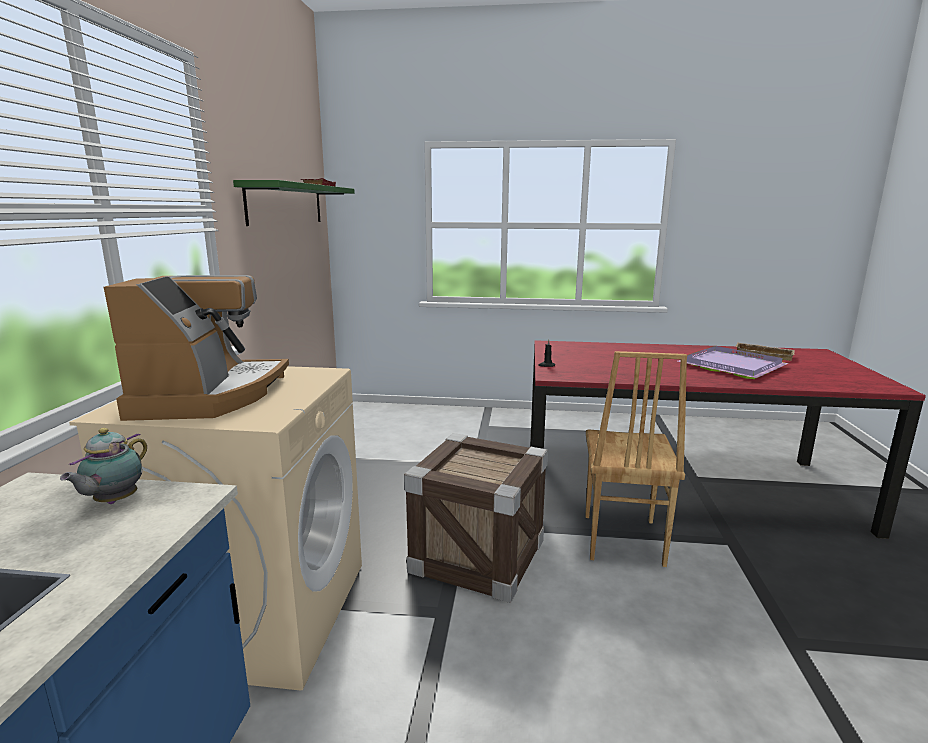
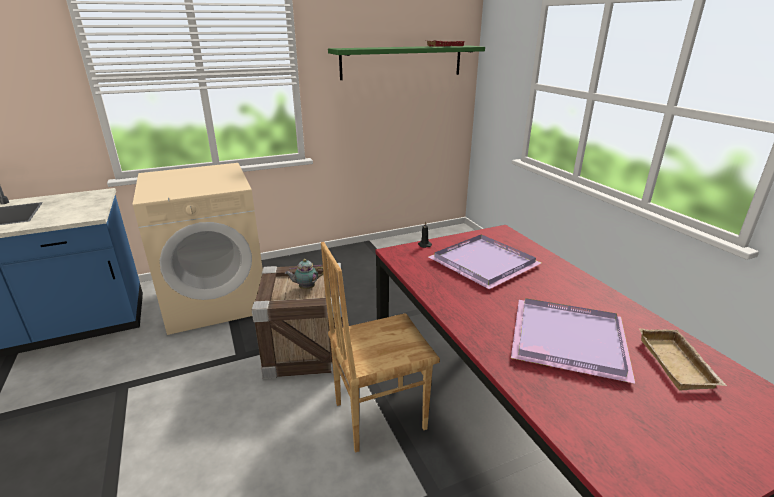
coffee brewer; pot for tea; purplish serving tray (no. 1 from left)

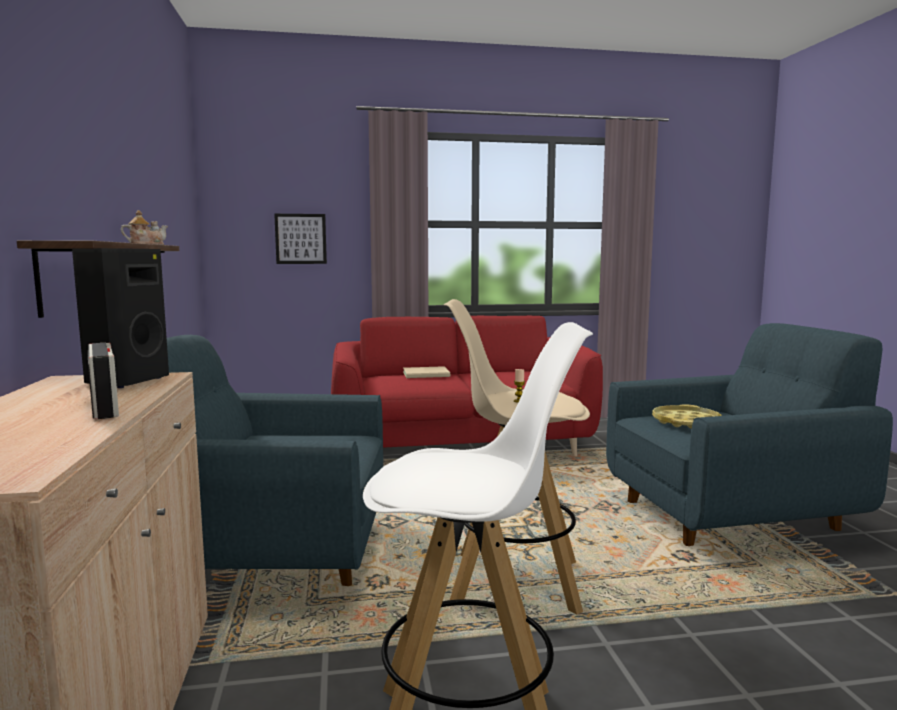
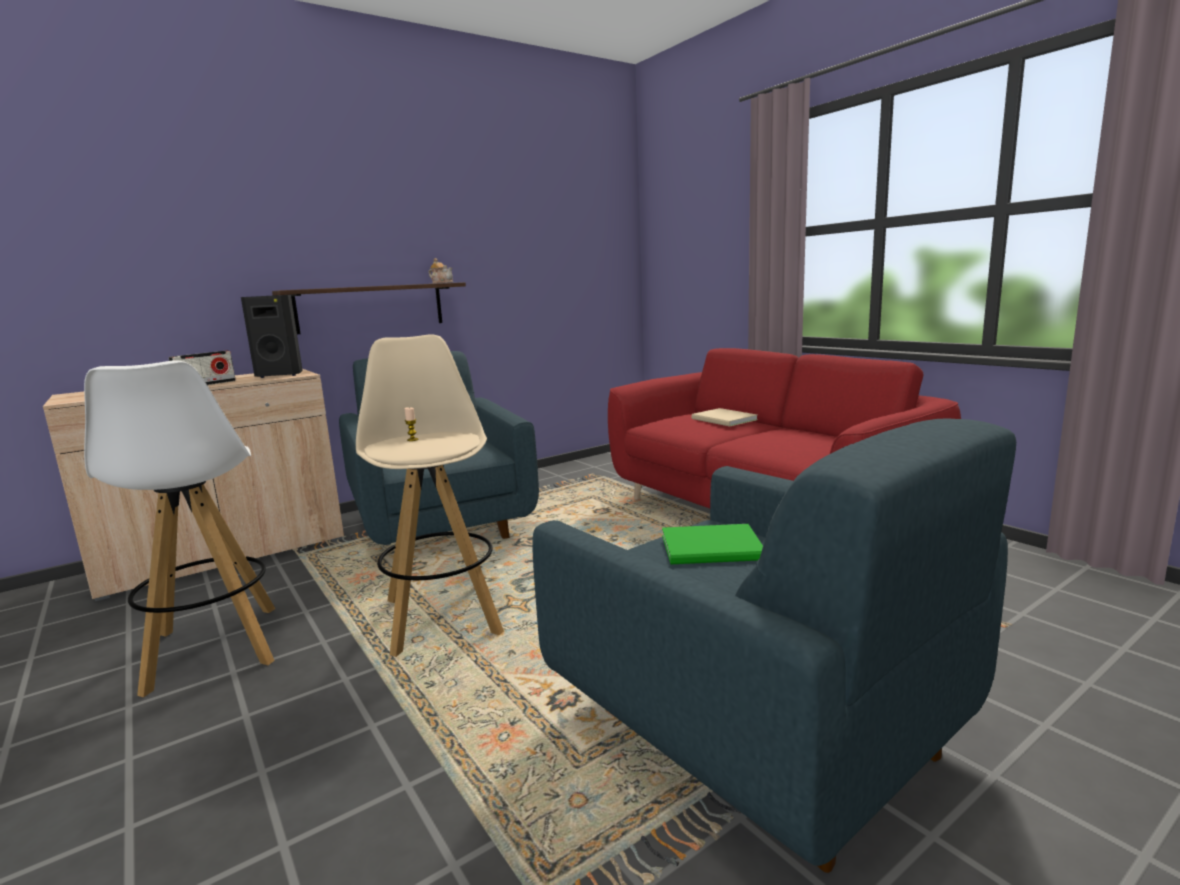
picture; greenish book

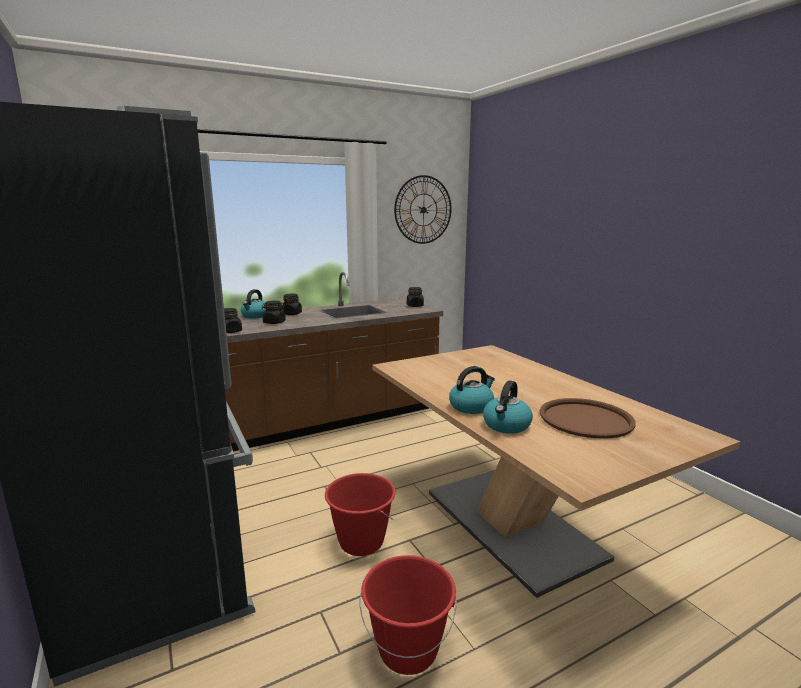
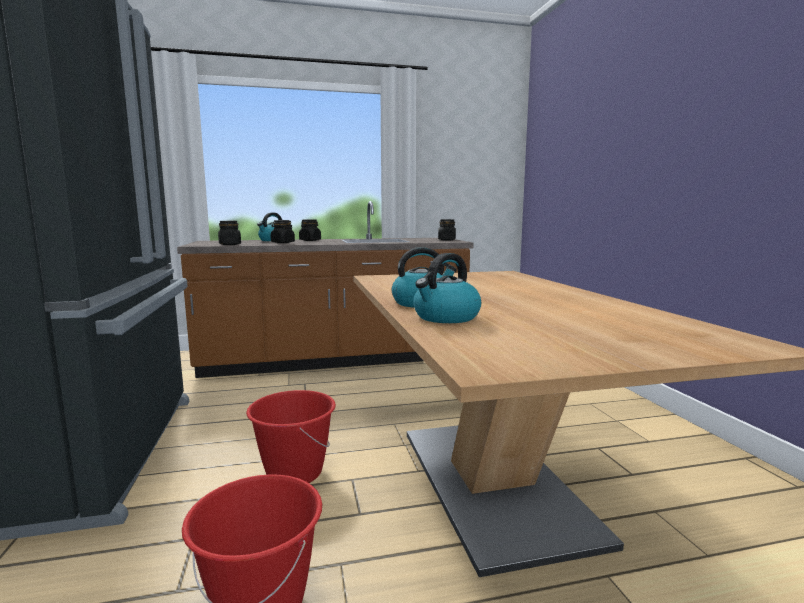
wall clock; brown-coloured serving tray

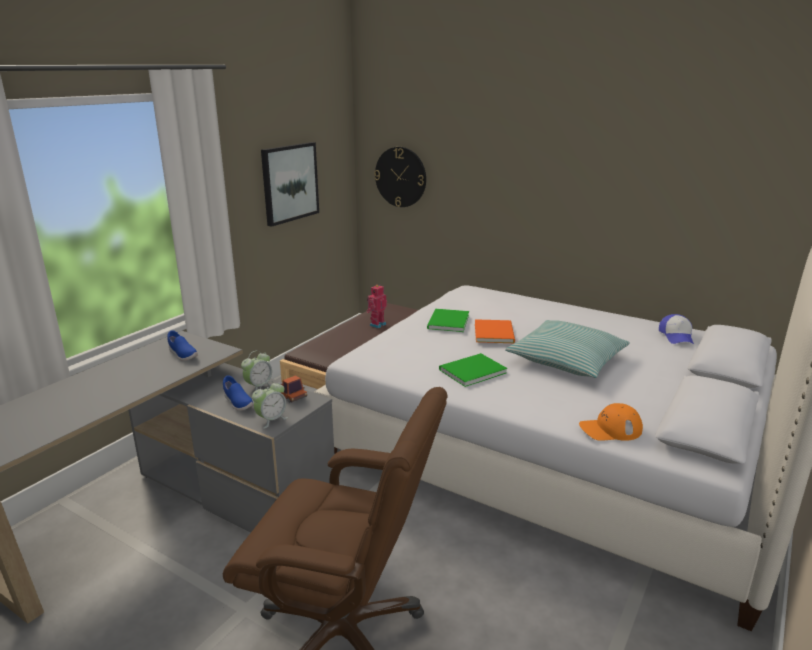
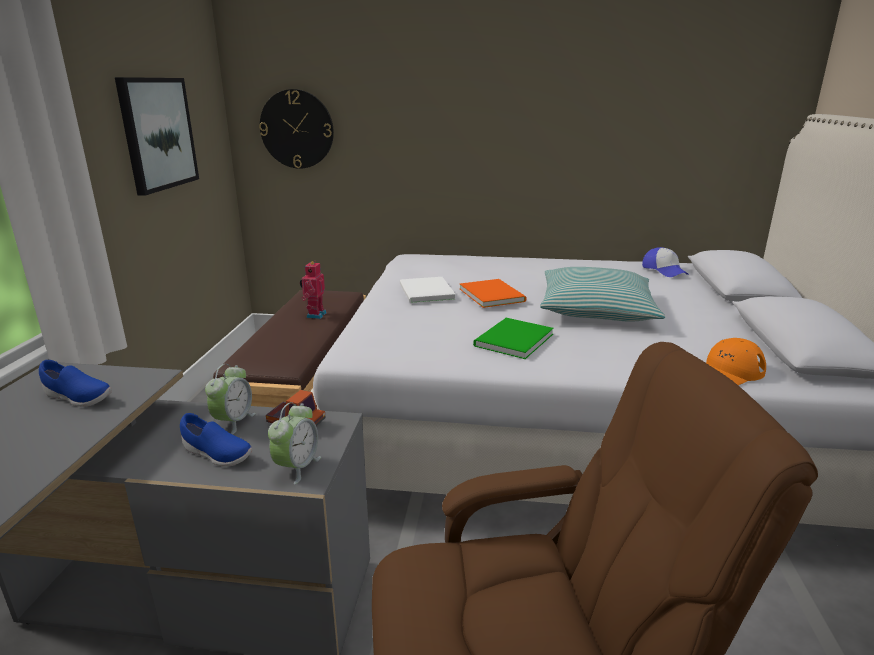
white-coloured book

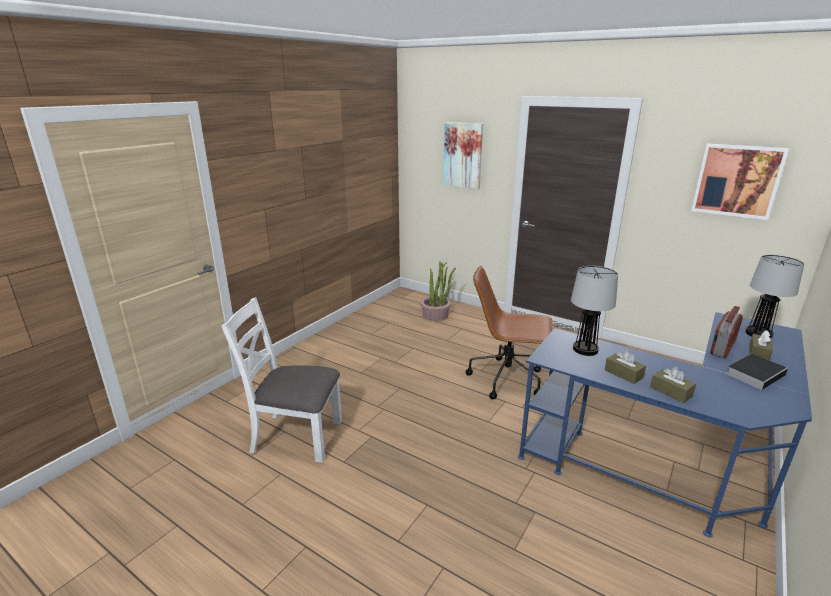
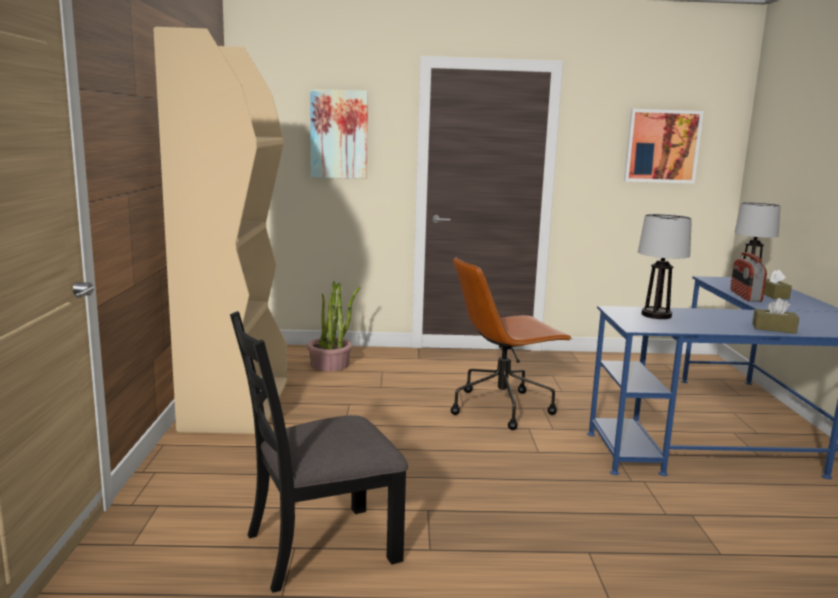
black plain chair; brown-coloured tissue box (no. 1 from left in the first image); book; sand-coloured bookcase

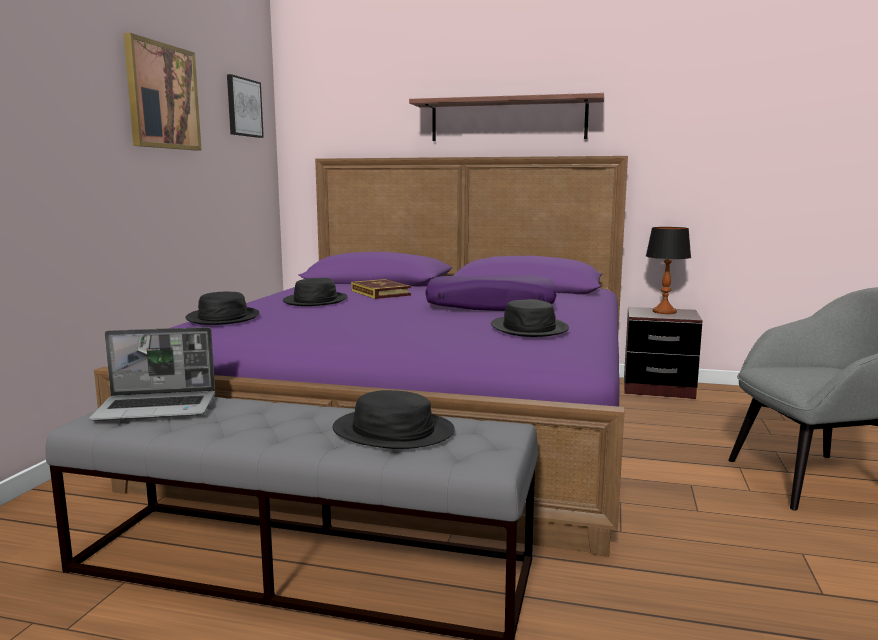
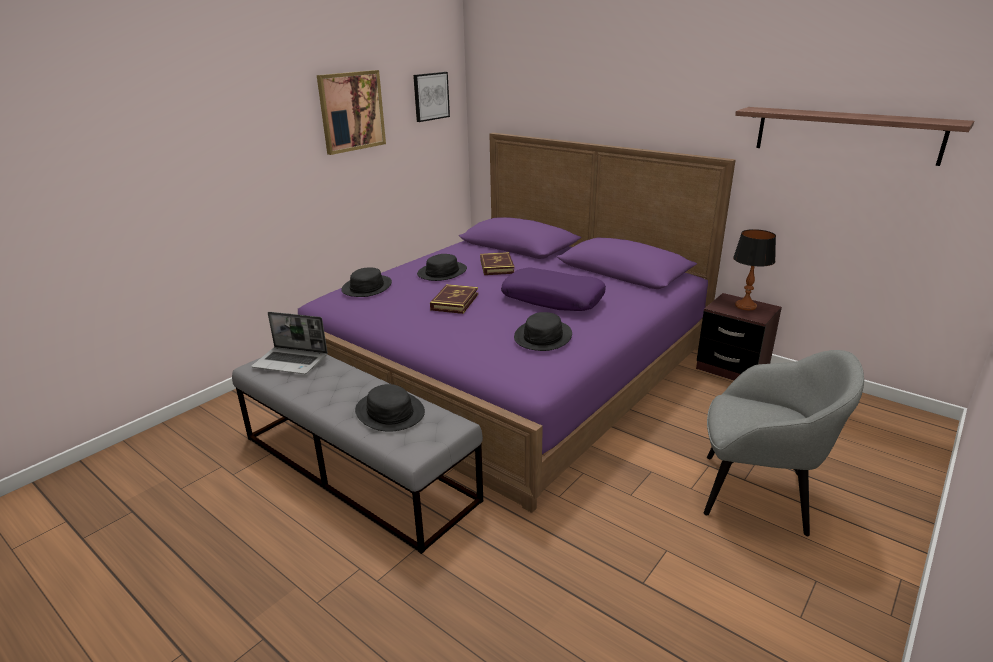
shelf; book (no. 1 from left)

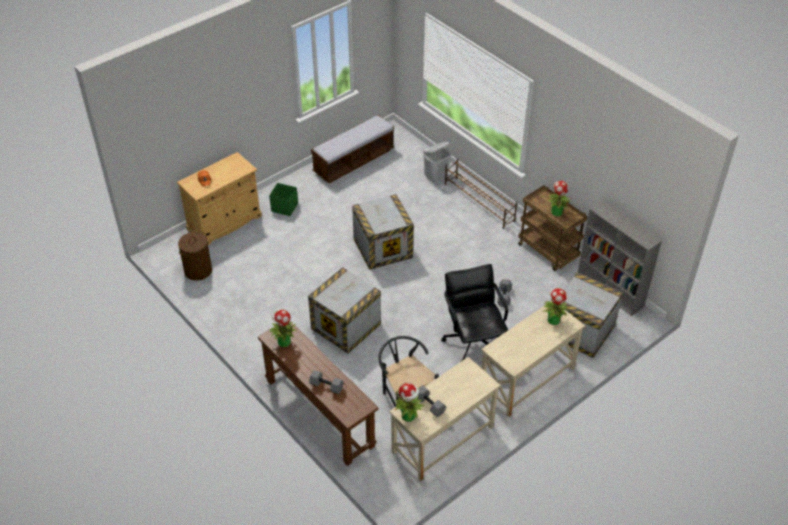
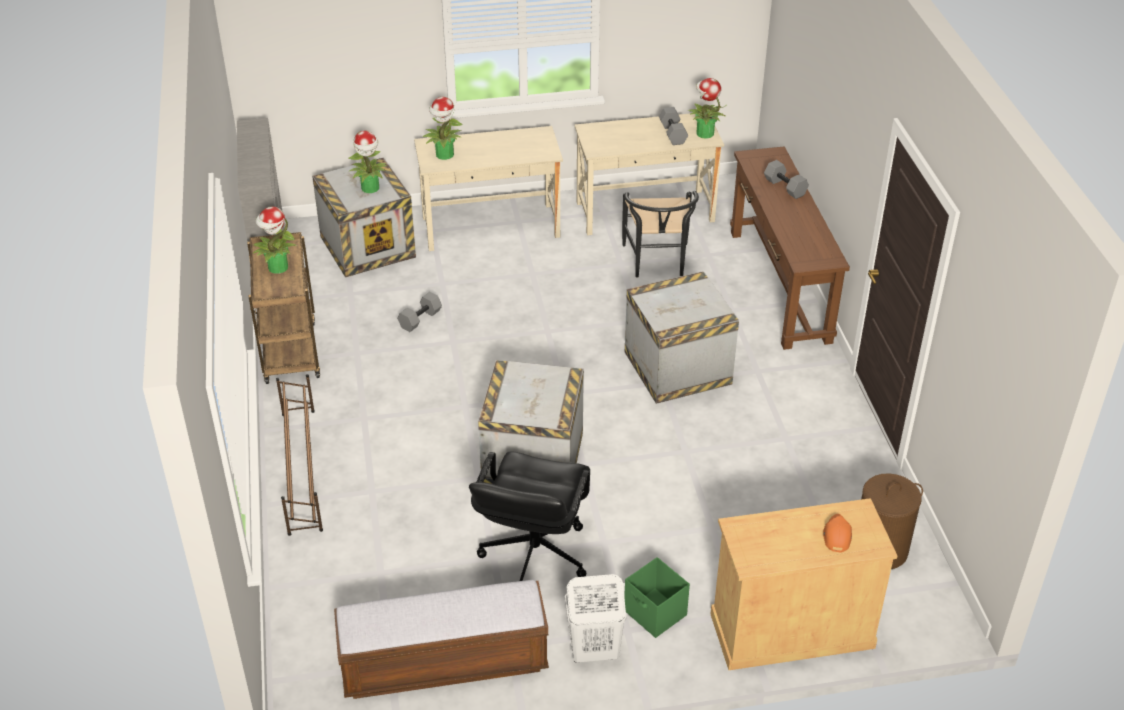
white-coloured hamper; black office chair; houseplant (no. 2 from left)

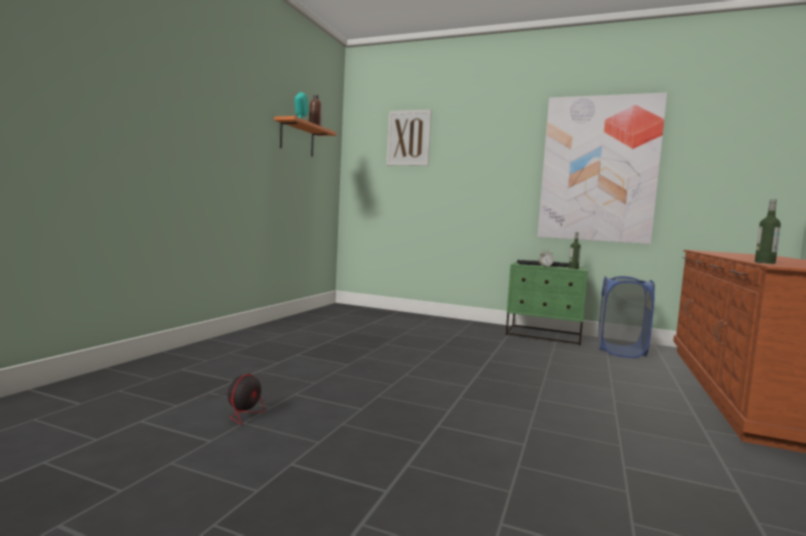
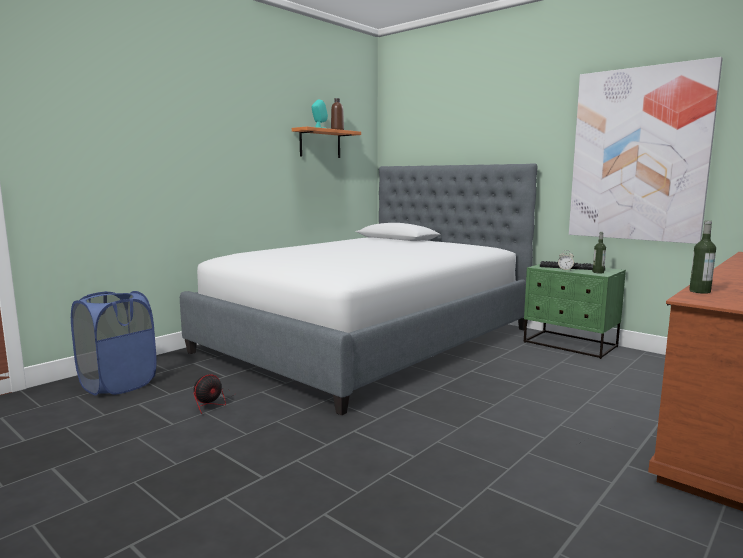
picture (no. 1 from left in the first image); blue hamper; bedroom bed

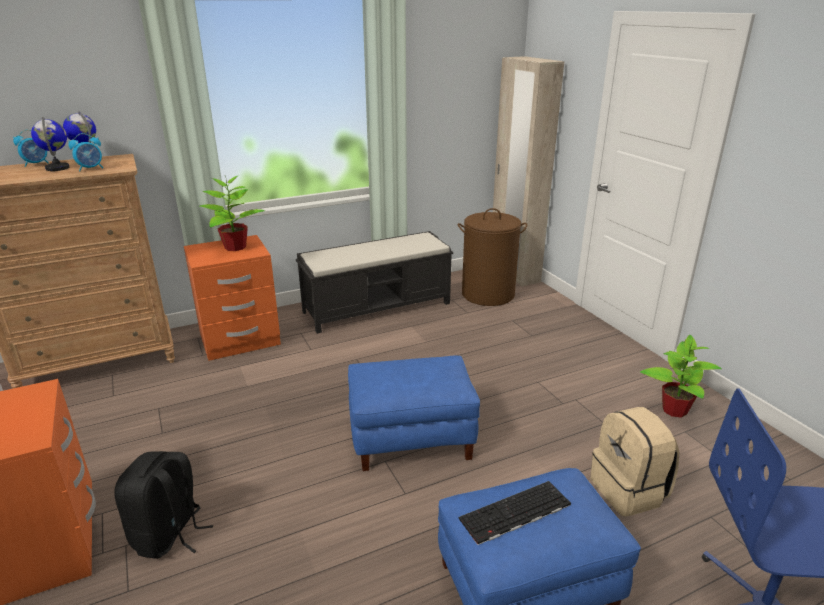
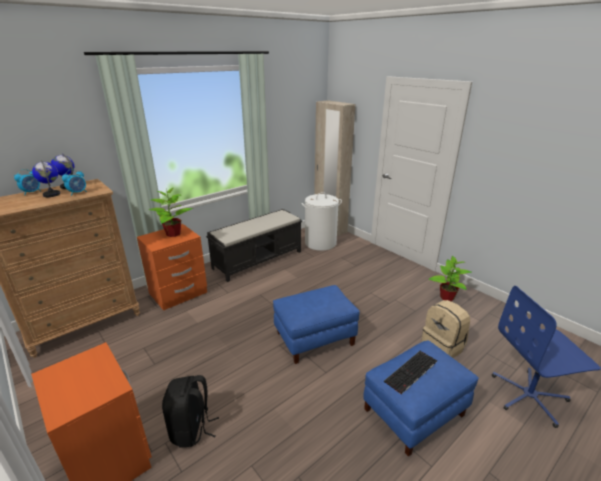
white-coloured hamper

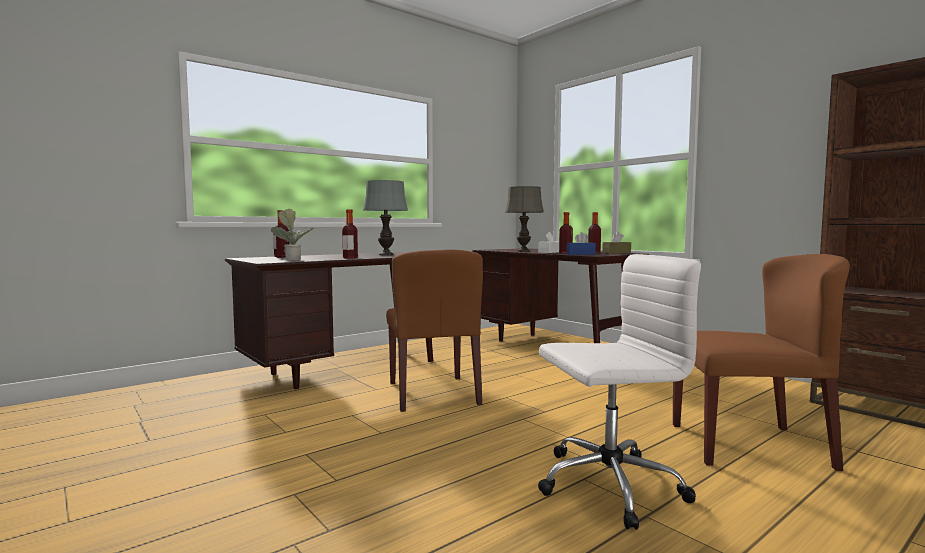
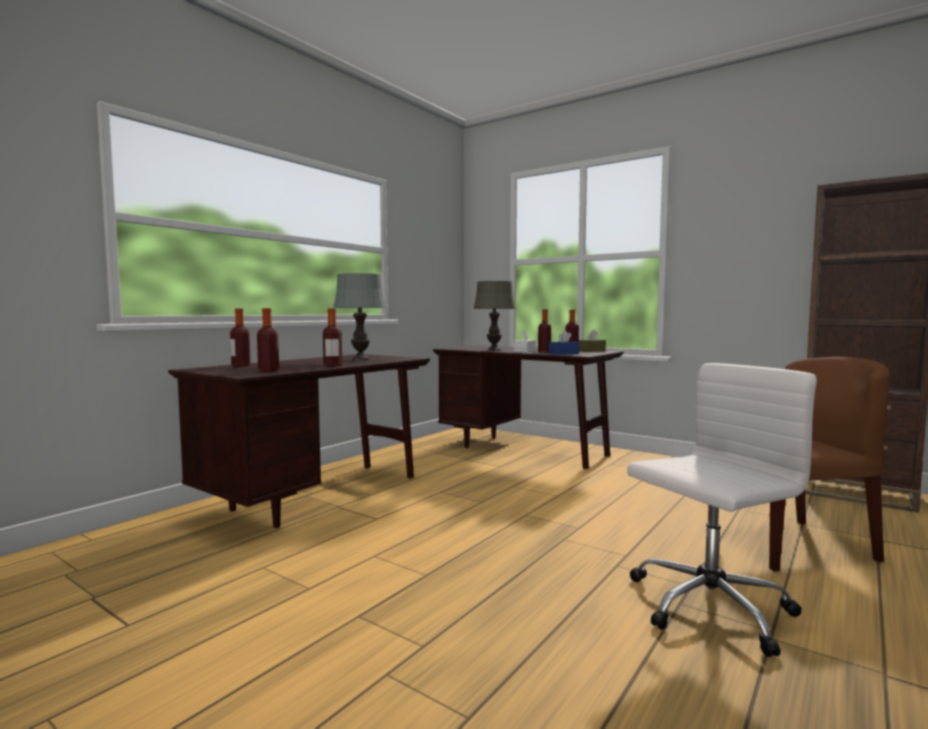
drink bottle (no. 2 from left); brown-coloured plain chair (no. 1 from left in the first image)

